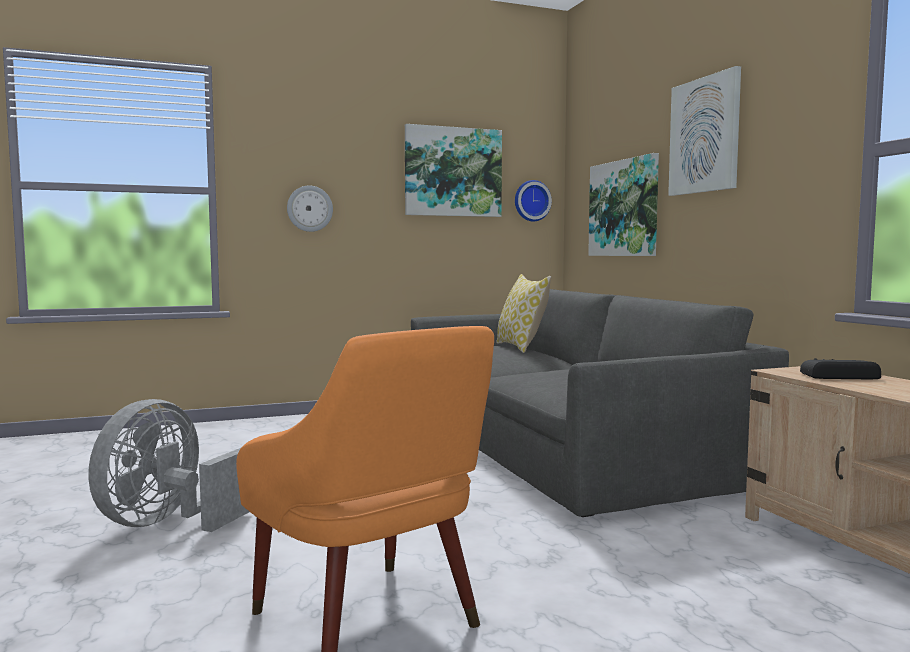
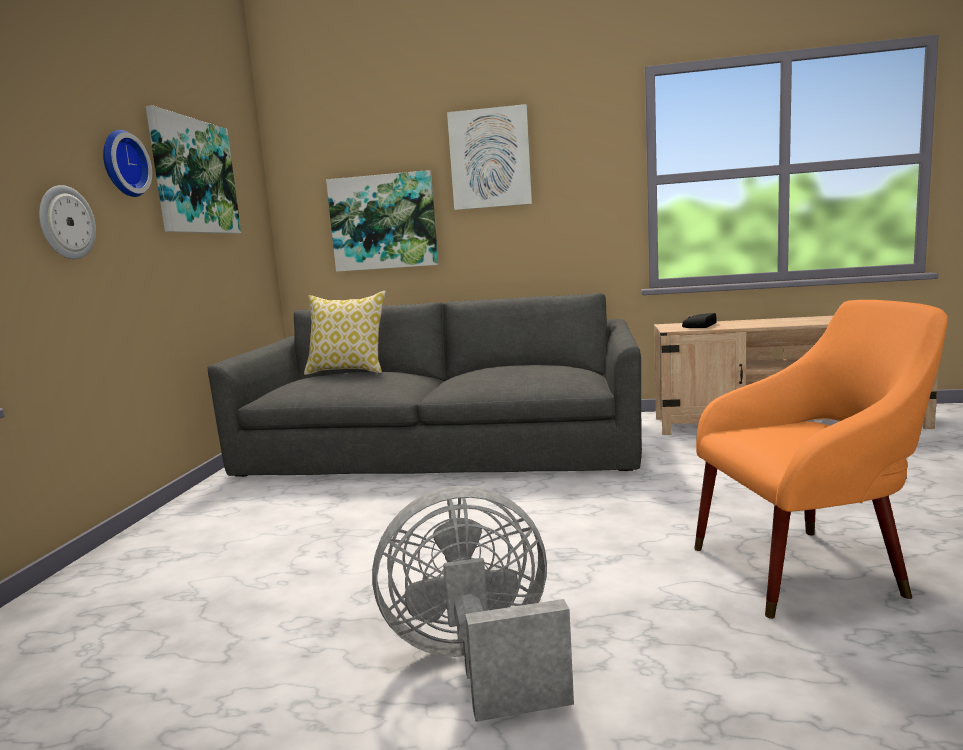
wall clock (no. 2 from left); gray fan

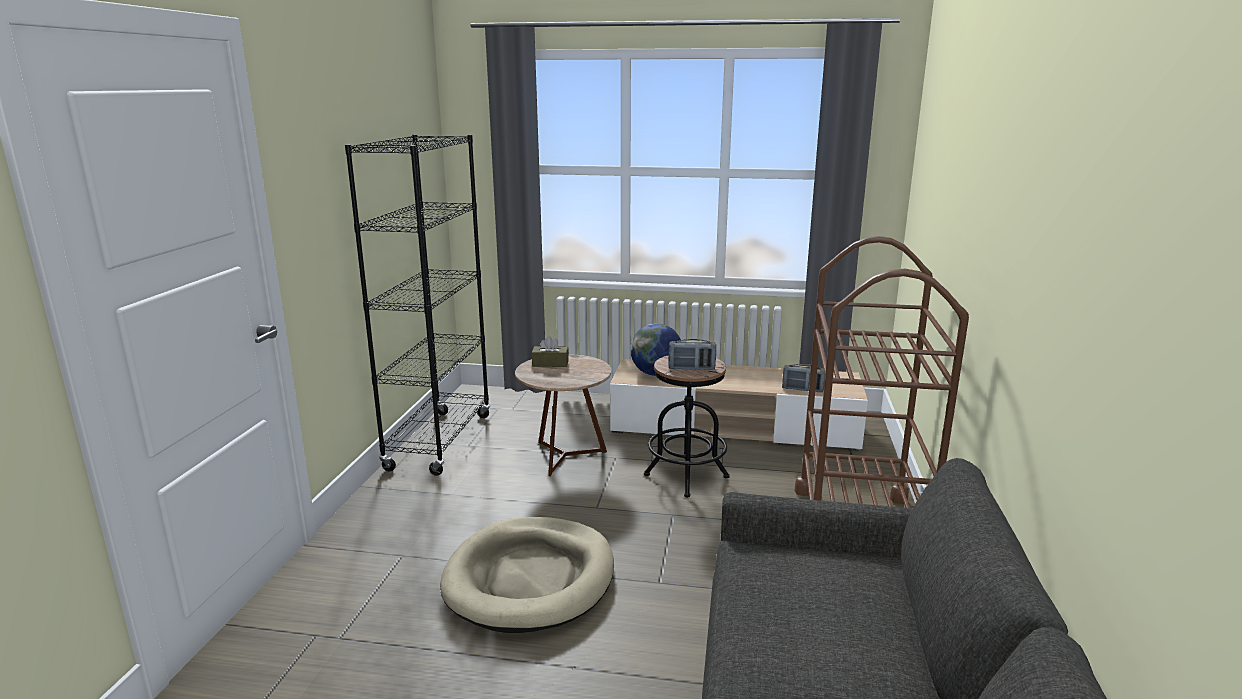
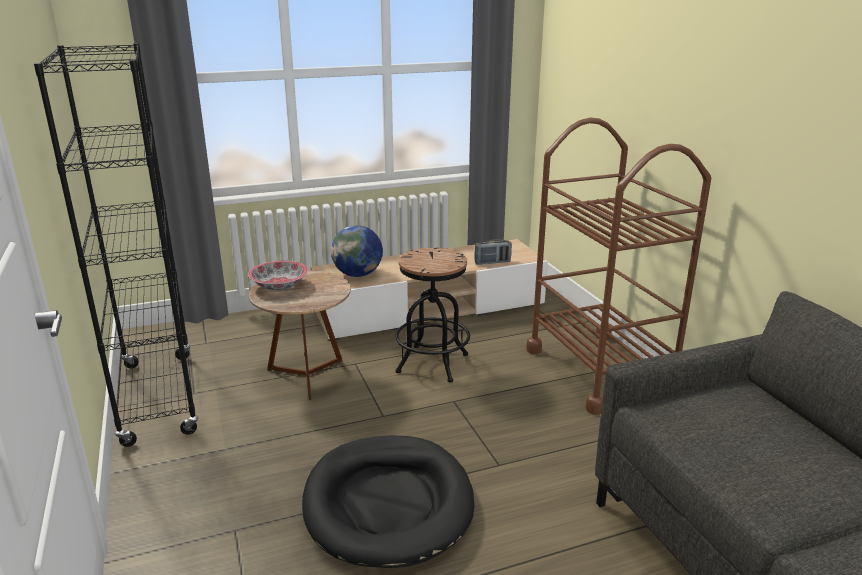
bowl; radio receiver (no. 1 from left in the first image); black dog bed

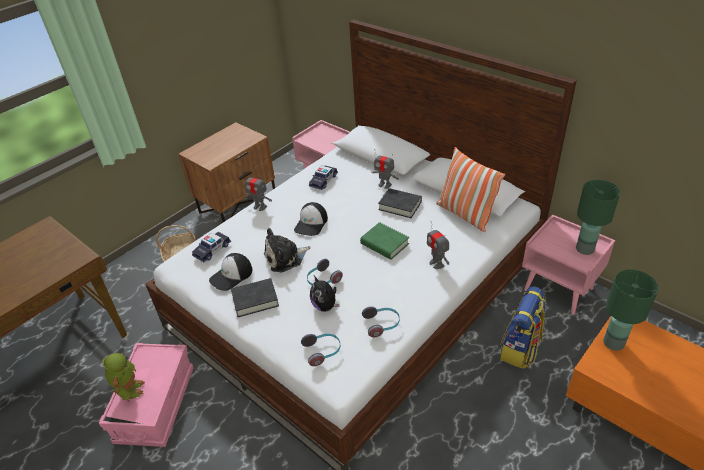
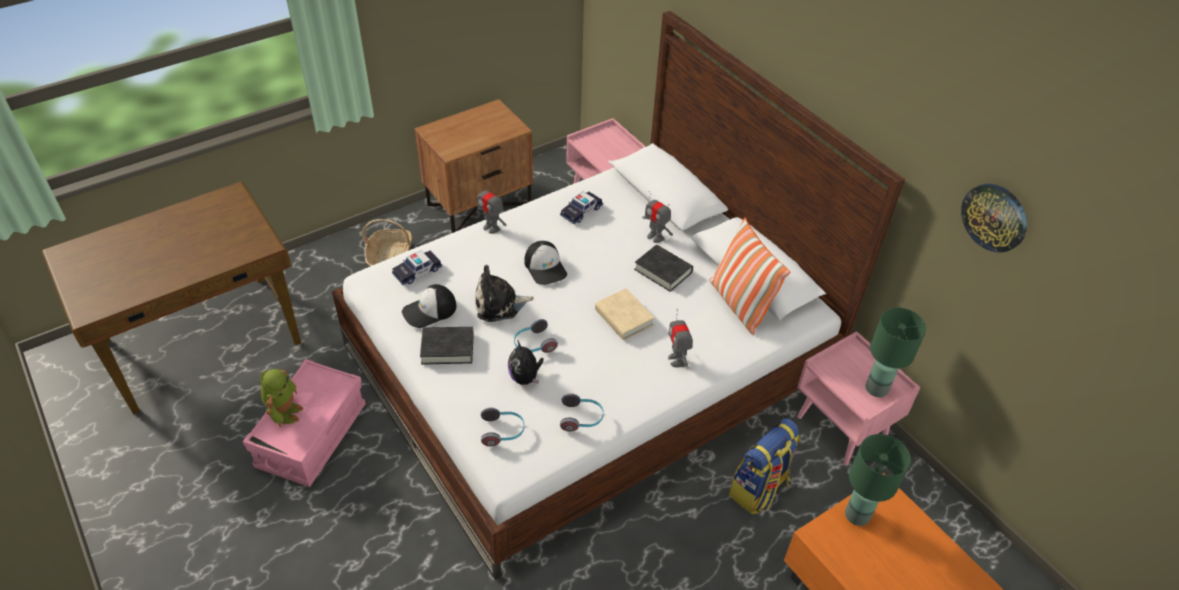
cap (no. 2 from left); sand-coloured book; wall clock

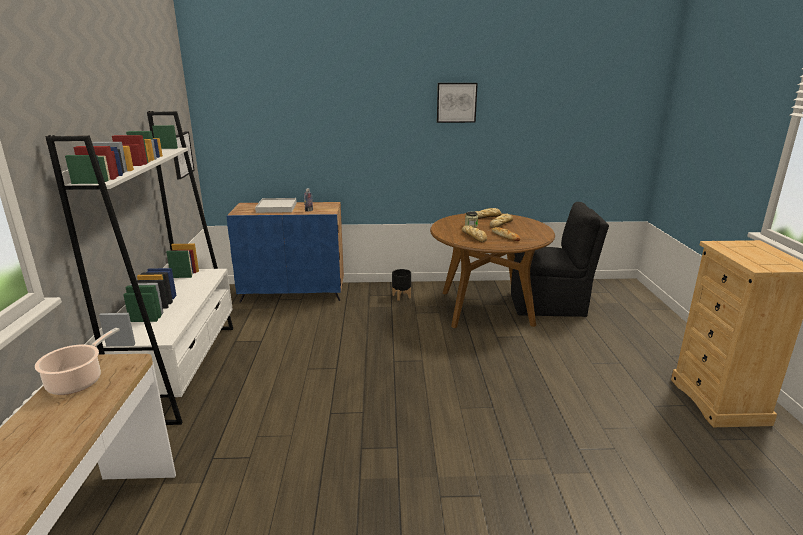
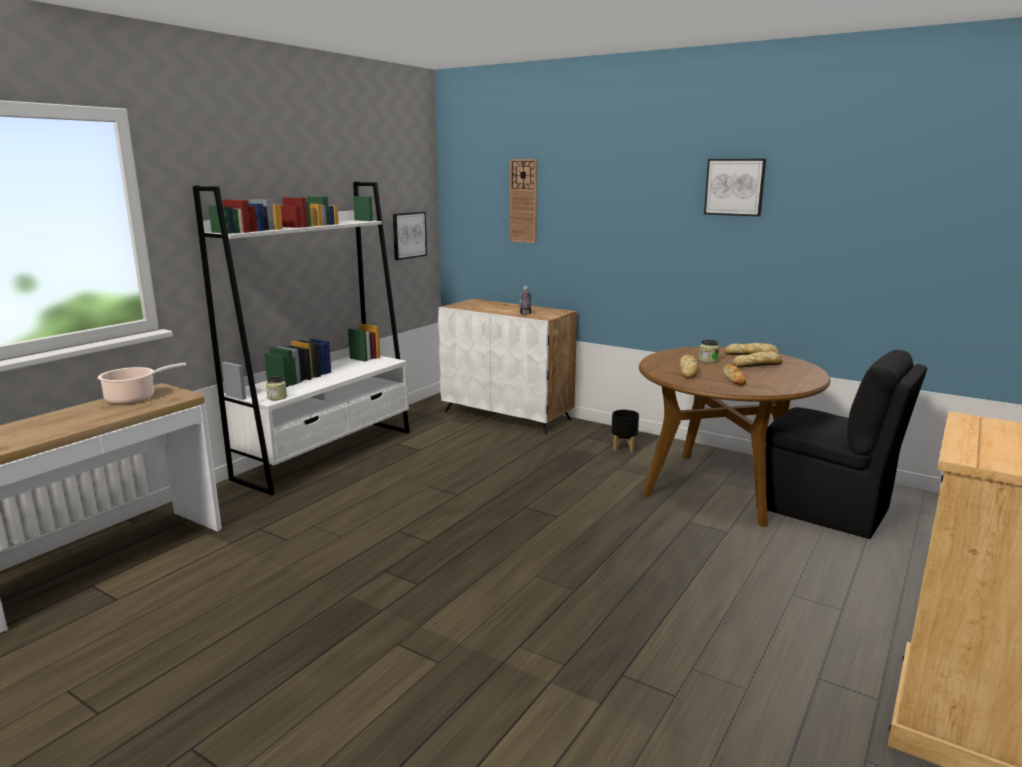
white-coloured serving tray; white-coloured storage cabinet; wall clock; preserve jar (no. 1 from left)

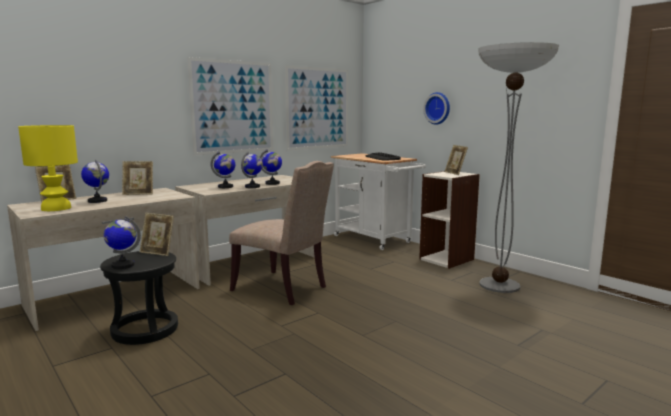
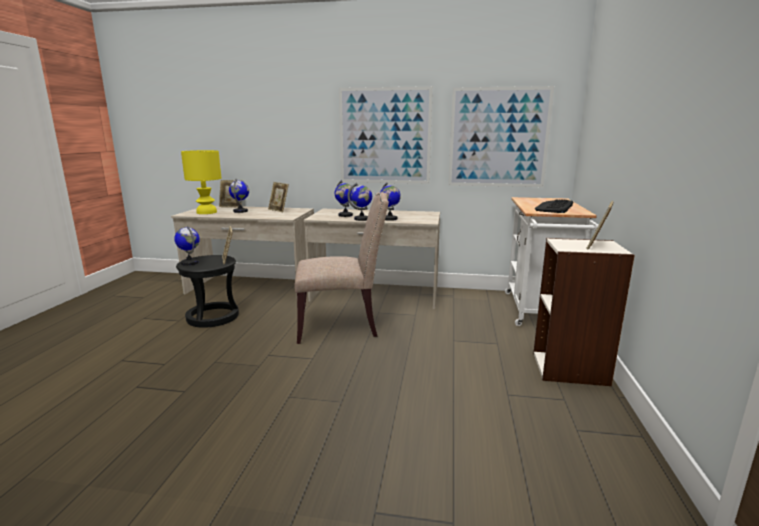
standing lamp; wall clock; sand-coloured plain chair

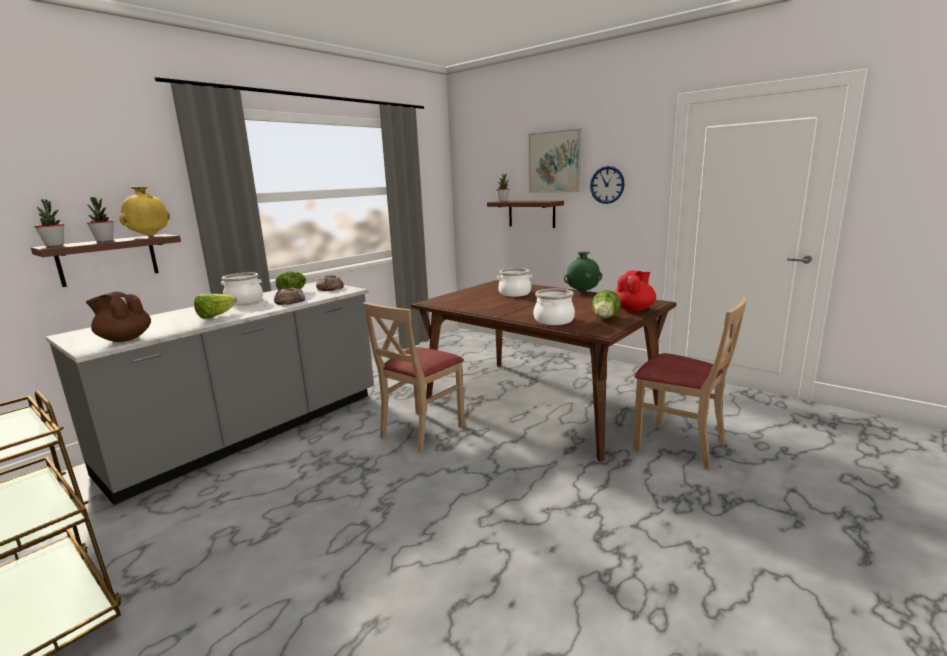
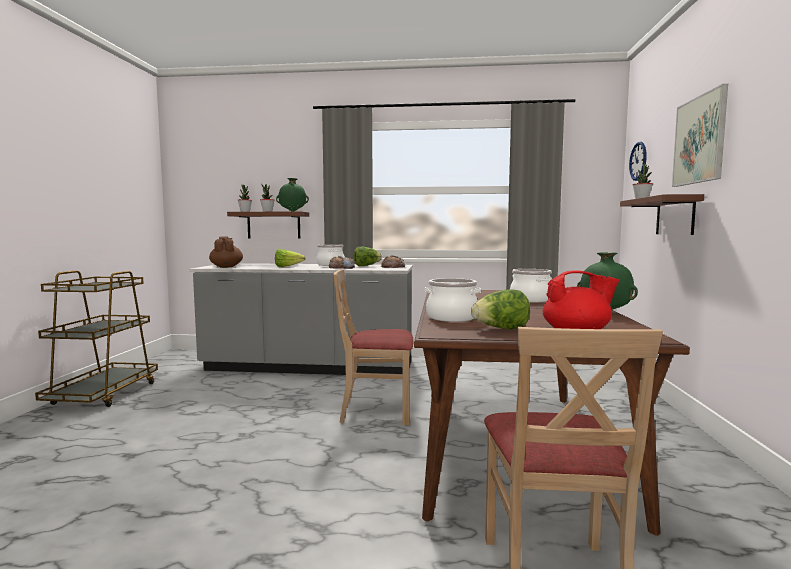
wall clock; greenish decorative vase (no. 1 from left)

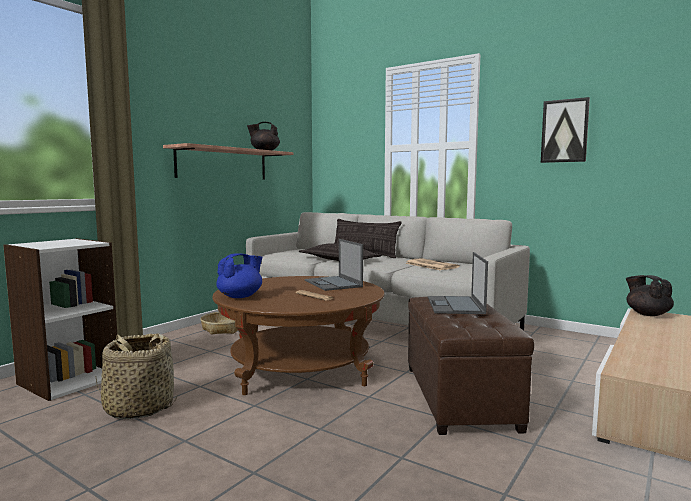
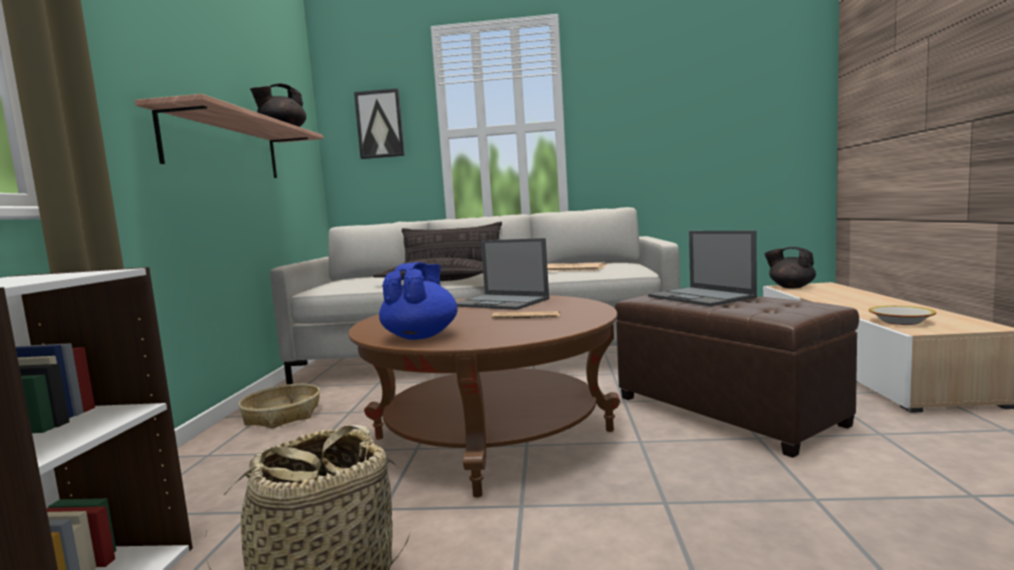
picture; bowl

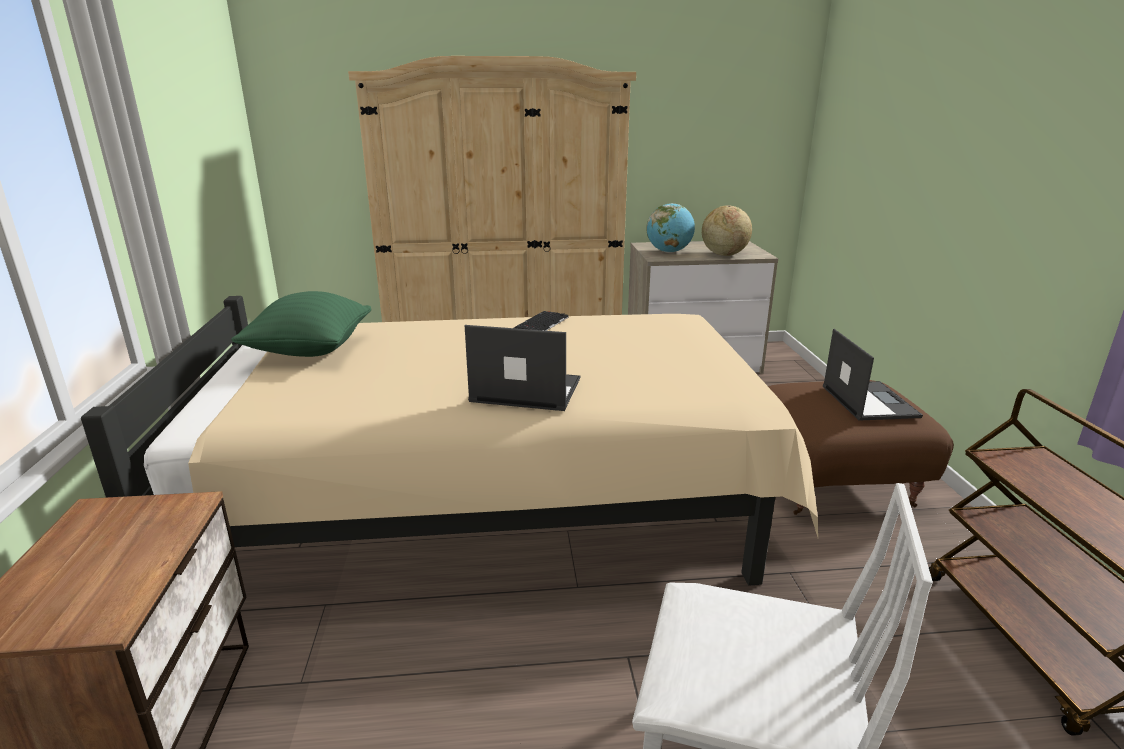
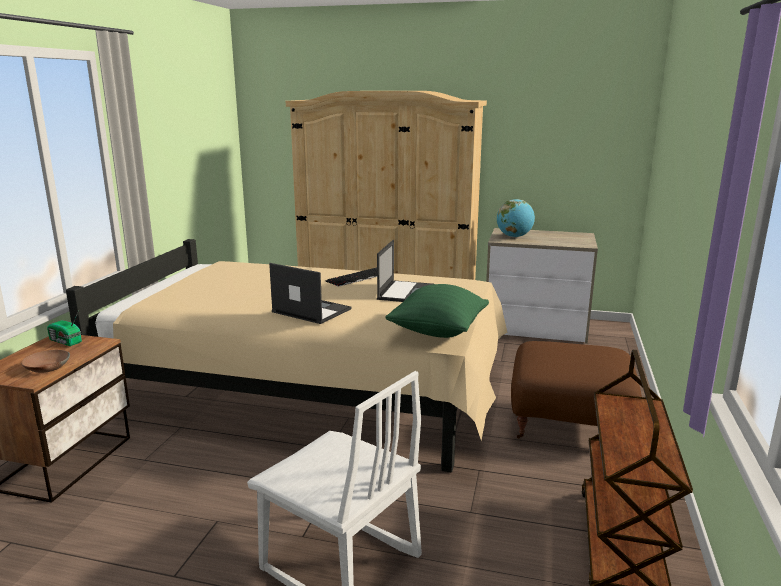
world globe (no. 2 from left in the first image); greenish cushion; portable computer (no. 2 from left); radio receiver; brown-coloured bowl

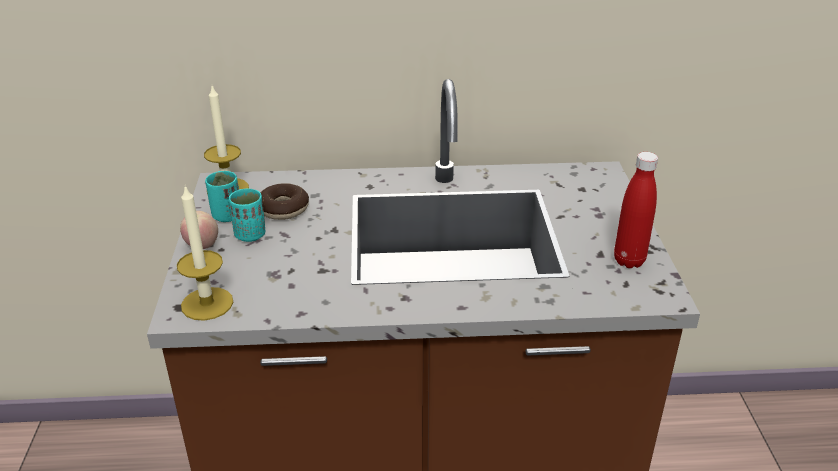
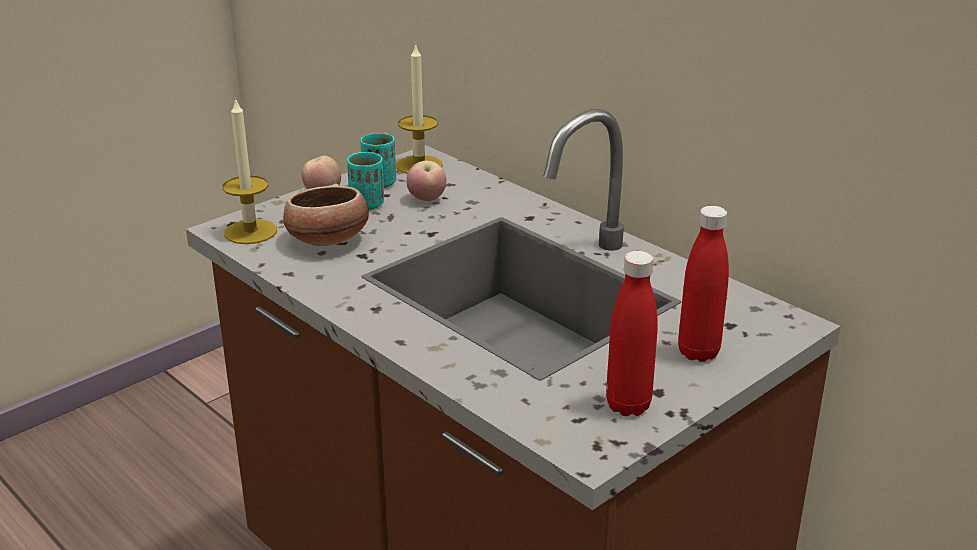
whole apple (no. 2 from left); bowl; red drink bottle (no. 2 from left)

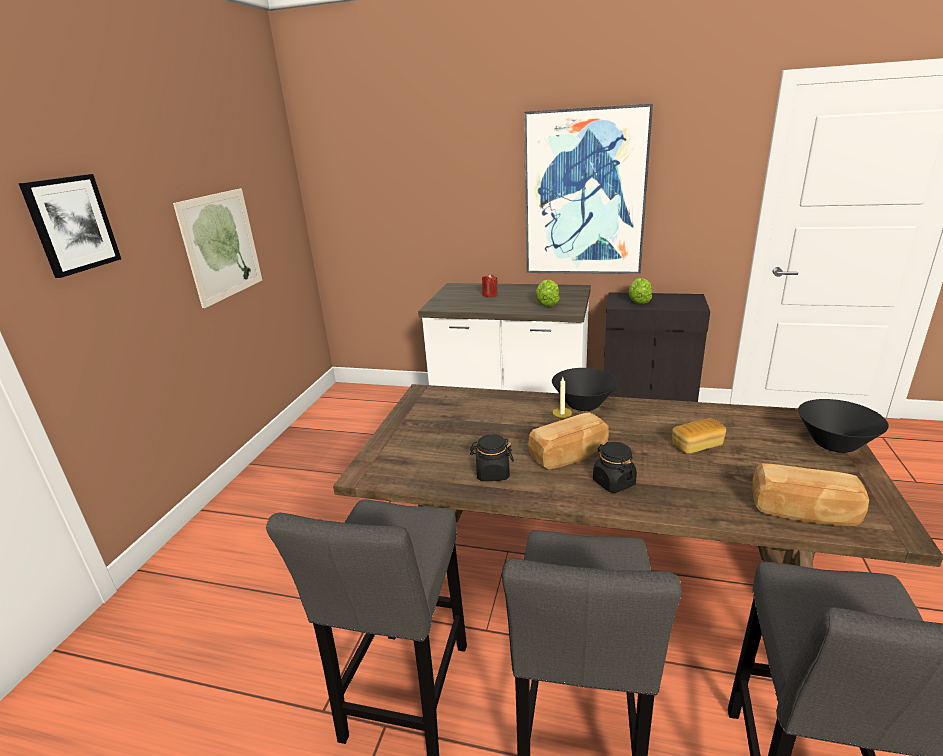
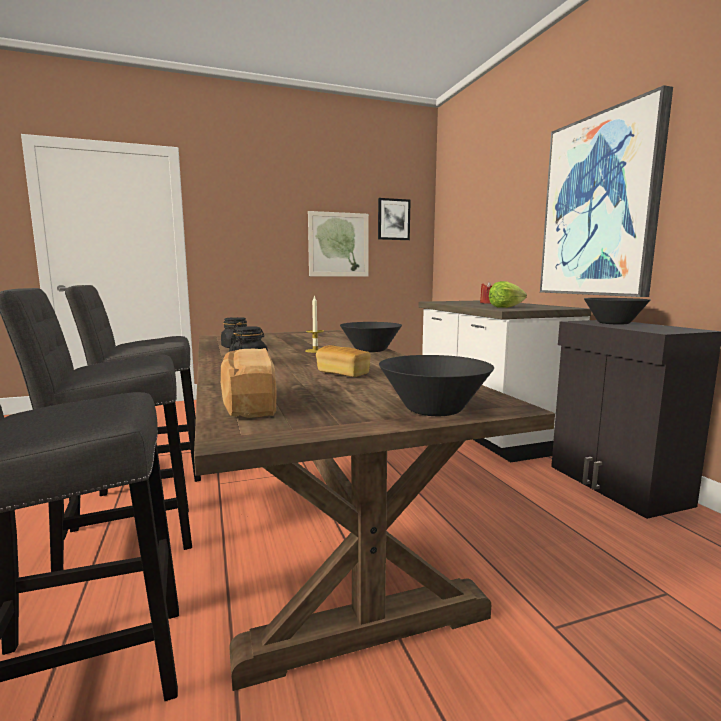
picture (no. 2 from left); black bowl (no. 3 from left); bakery bread (no. 1 from left in the first image)

